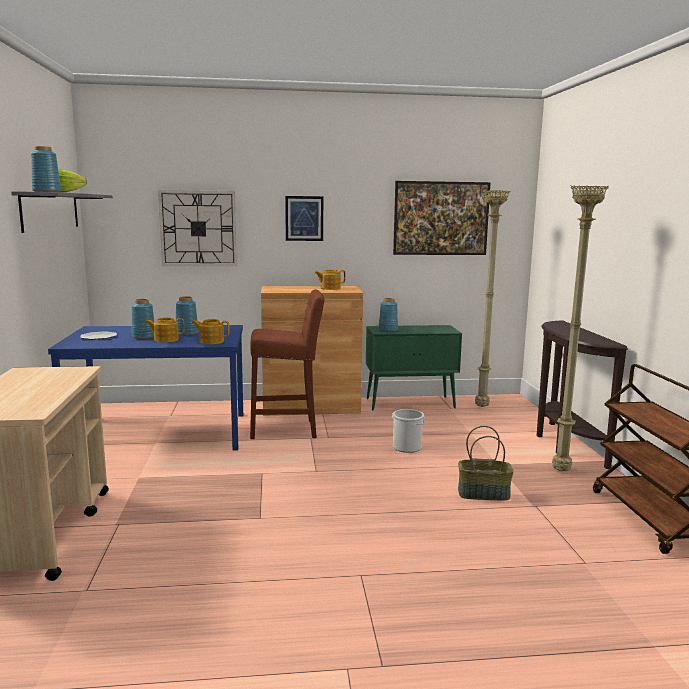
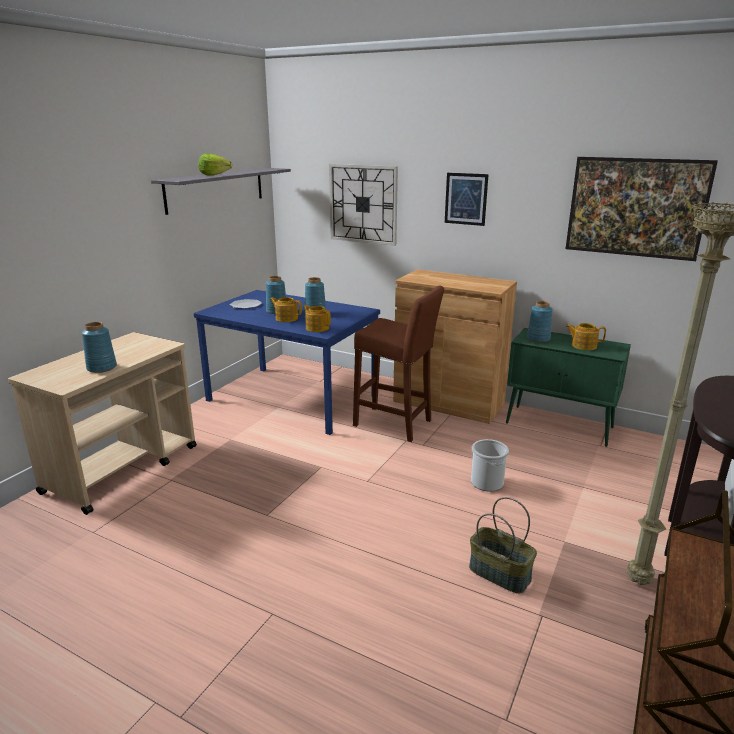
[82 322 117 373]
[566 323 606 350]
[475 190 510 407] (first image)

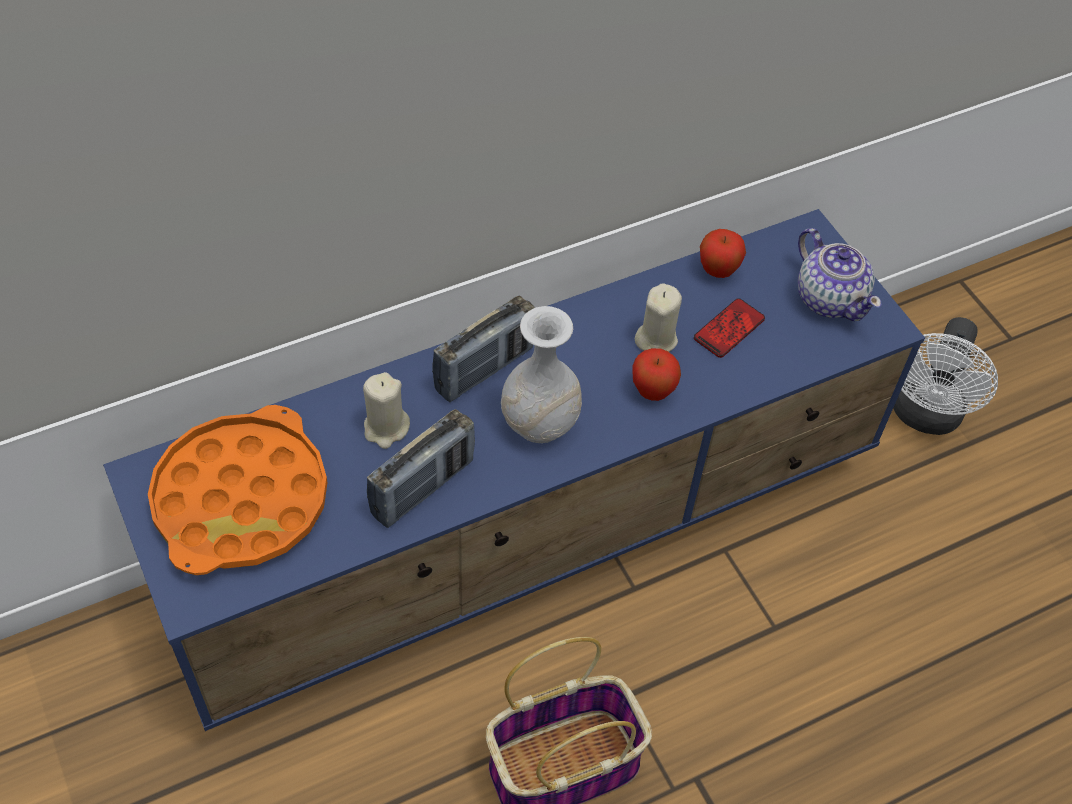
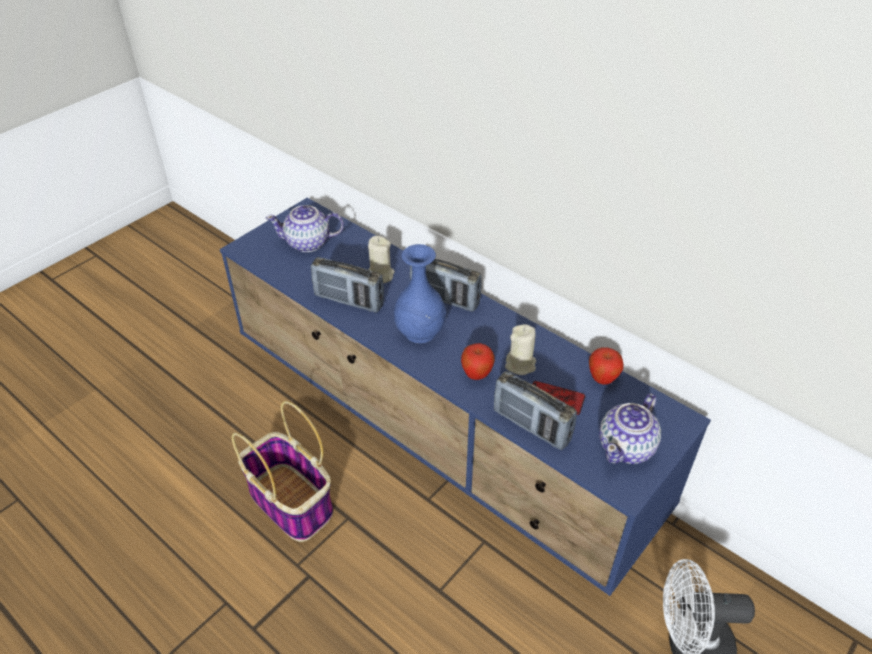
[266 205 344 252]
[394 244 446 343]
[494 371 577 450]

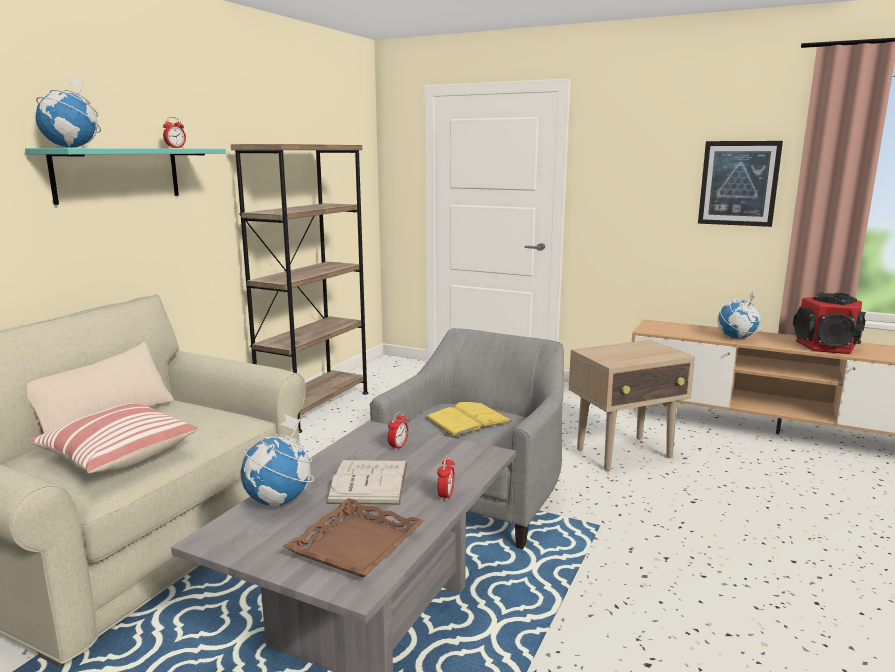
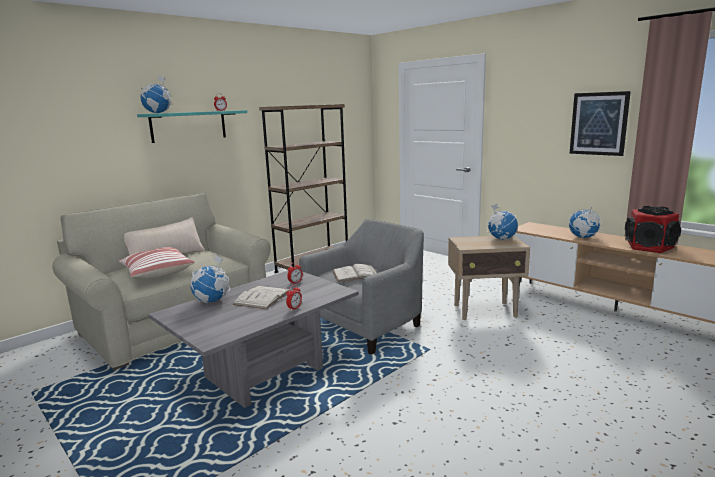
[333 264 377 282]
[487 203 518 240]
[283 498 424 578] (first image)

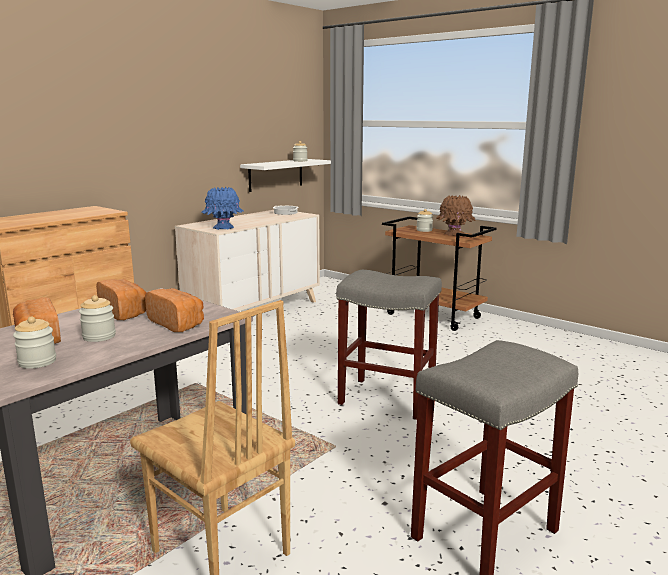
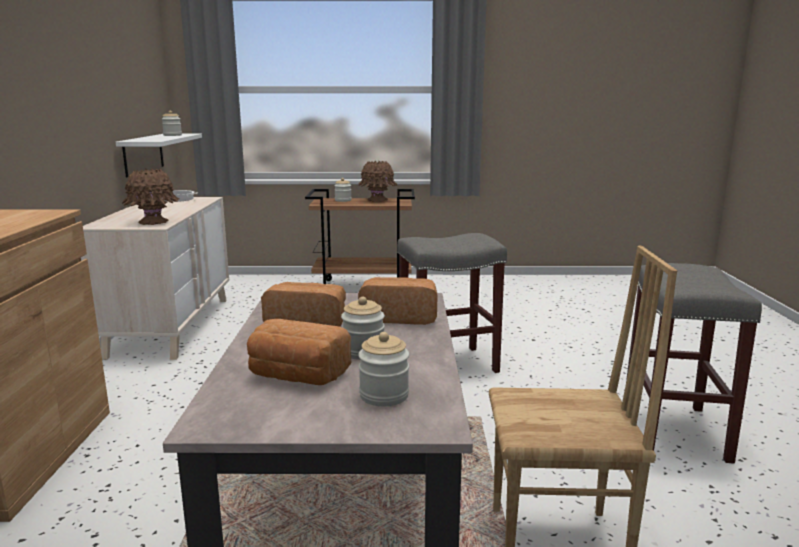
[122 168 179 225]

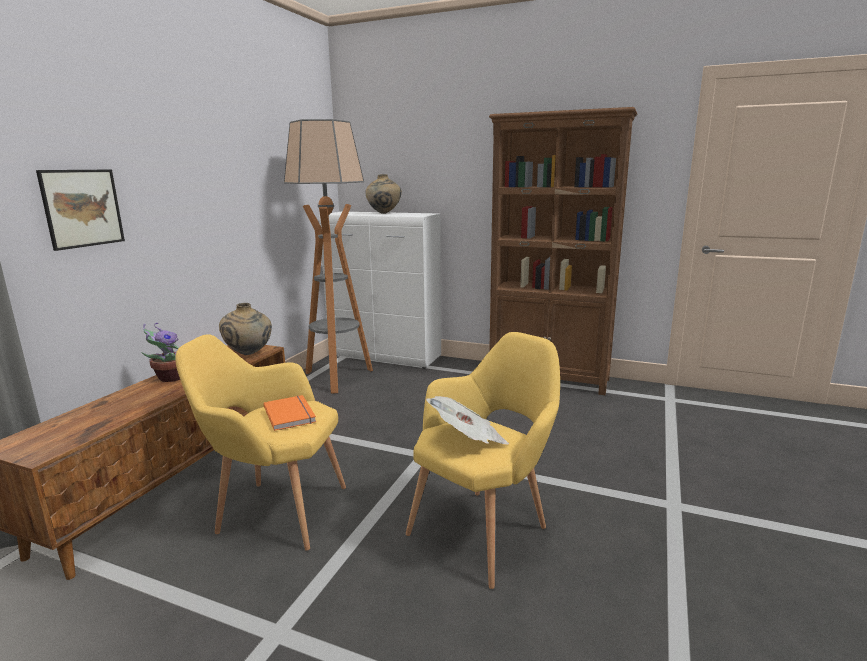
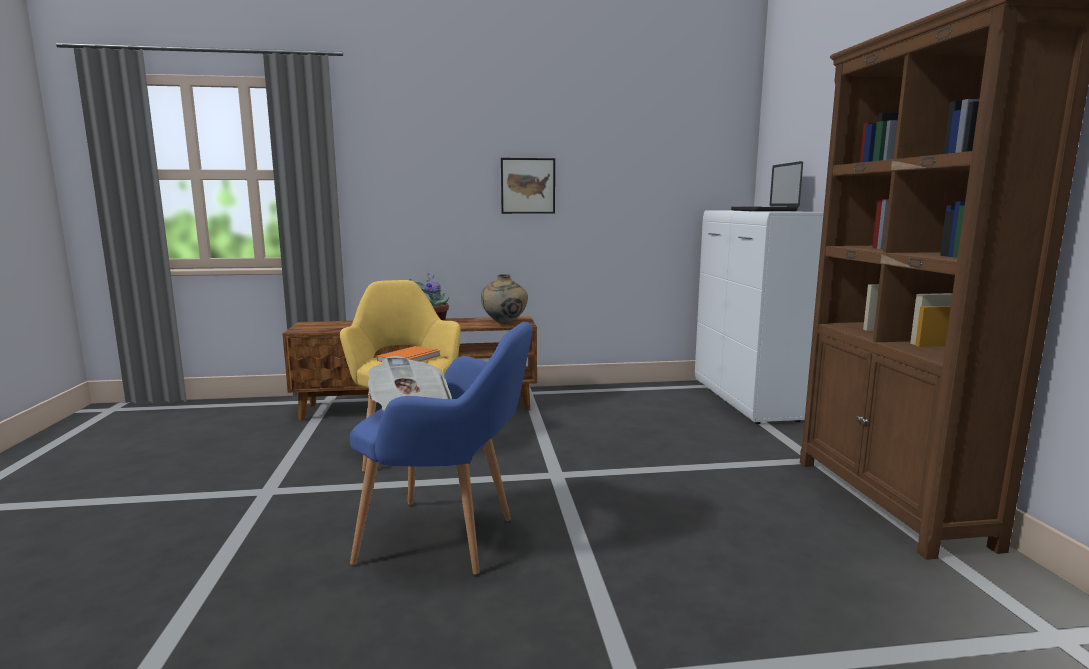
[350 322 533 575]
[501 158 555 214]
[731 161 803 211]
[284 119 373 394] (first image)

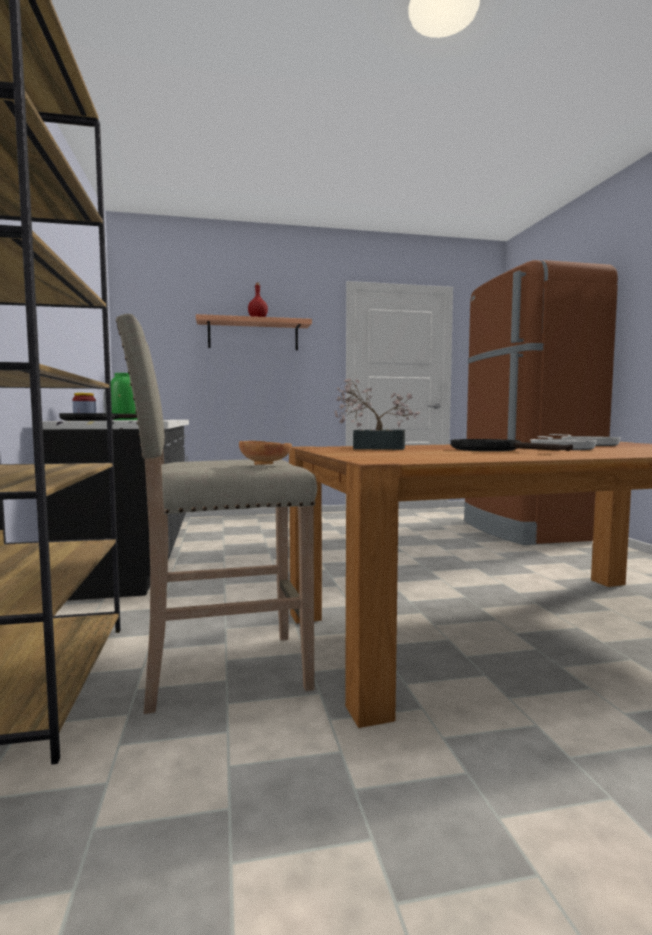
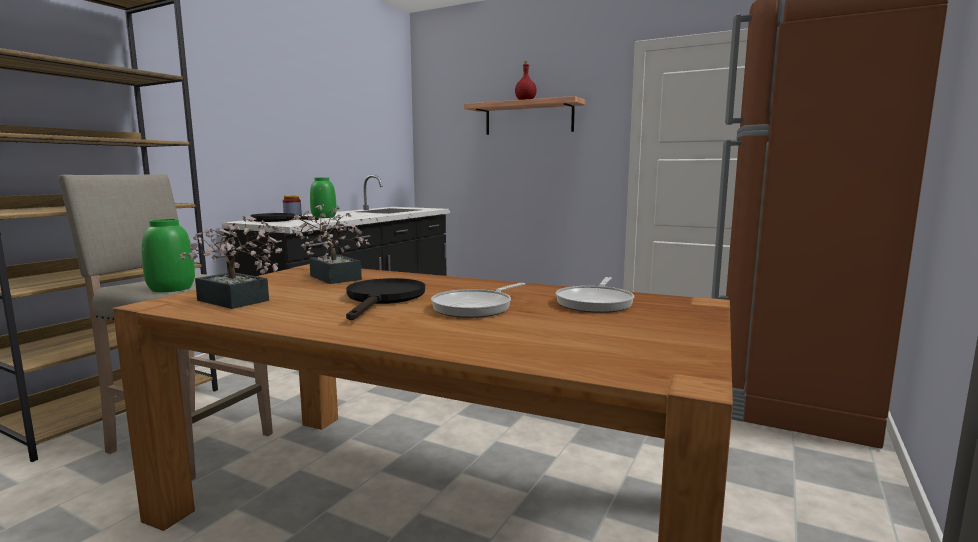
[142 219 195 292]
[180 215 285 309]

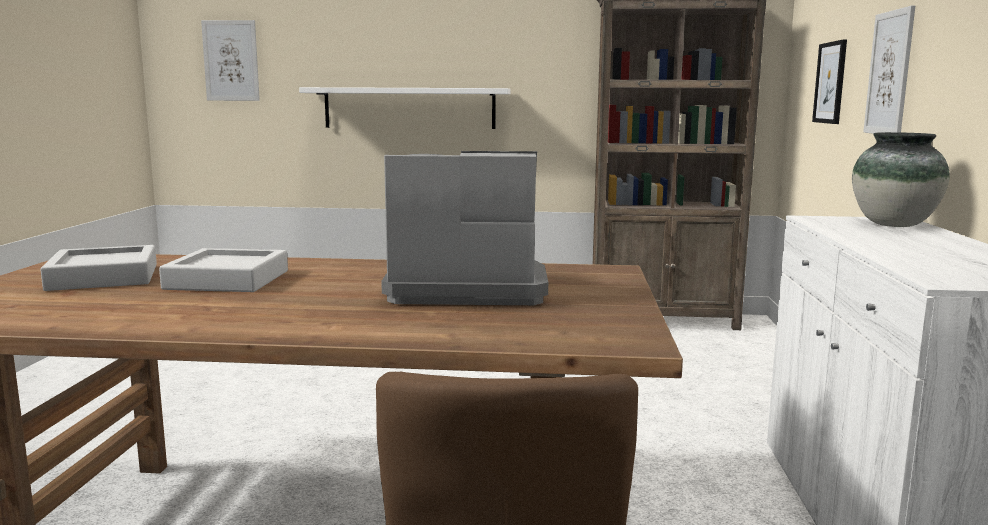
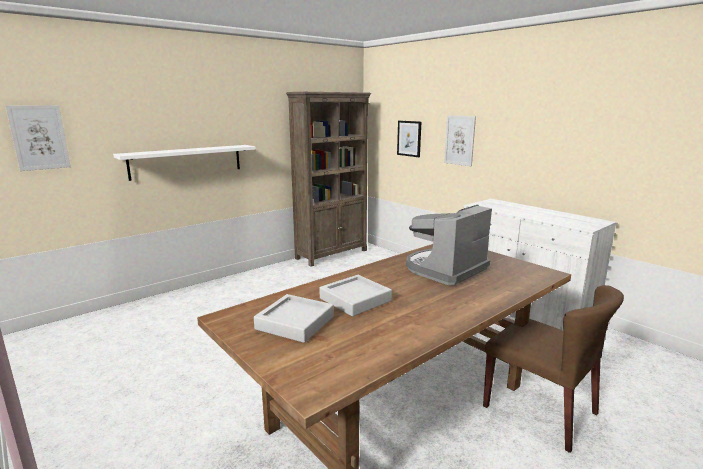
[852 132 950 227] (first image)

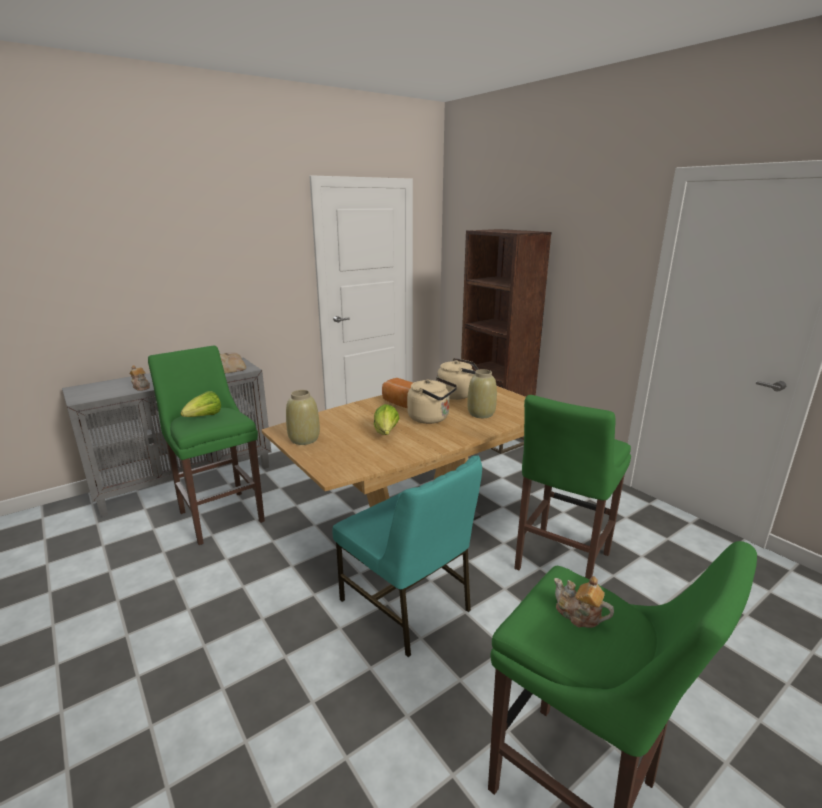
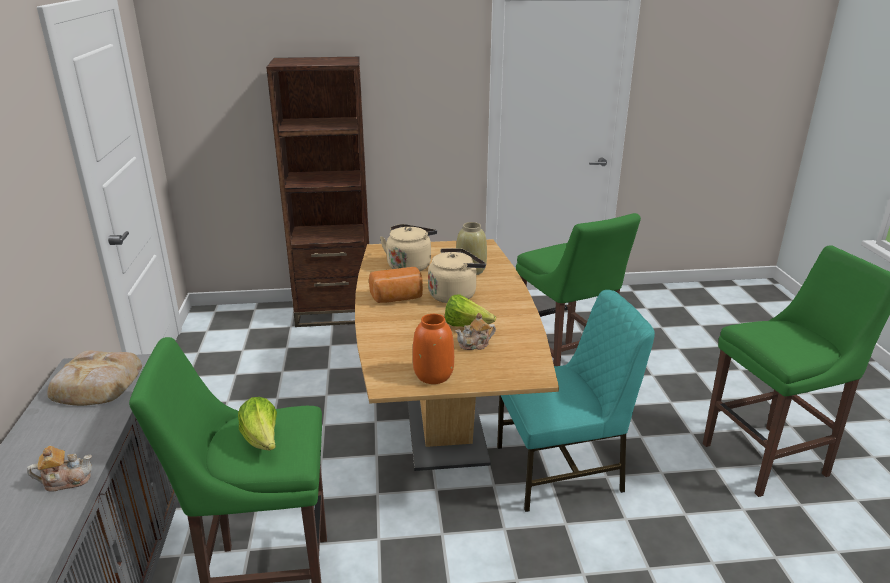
[413 314 454 384]
[455 313 496 350]

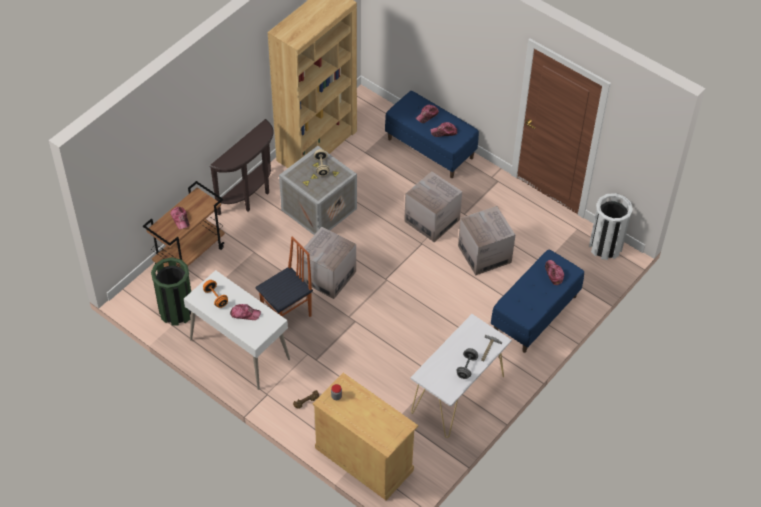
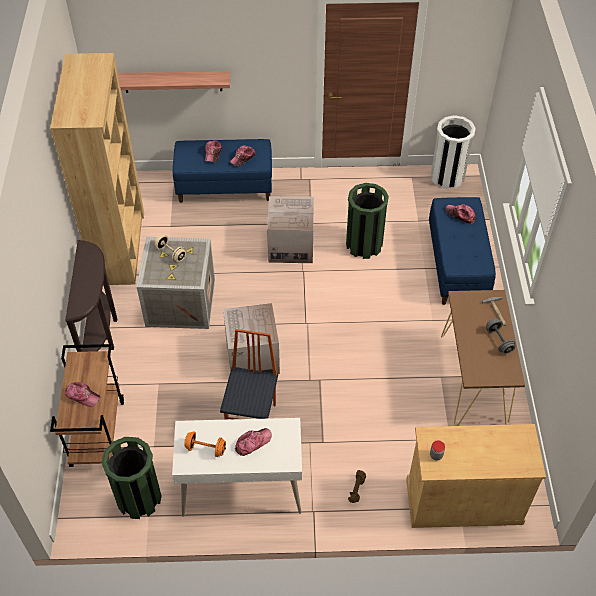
[118 71 230 93]
[346 183 389 259]
[441 290 525 426]

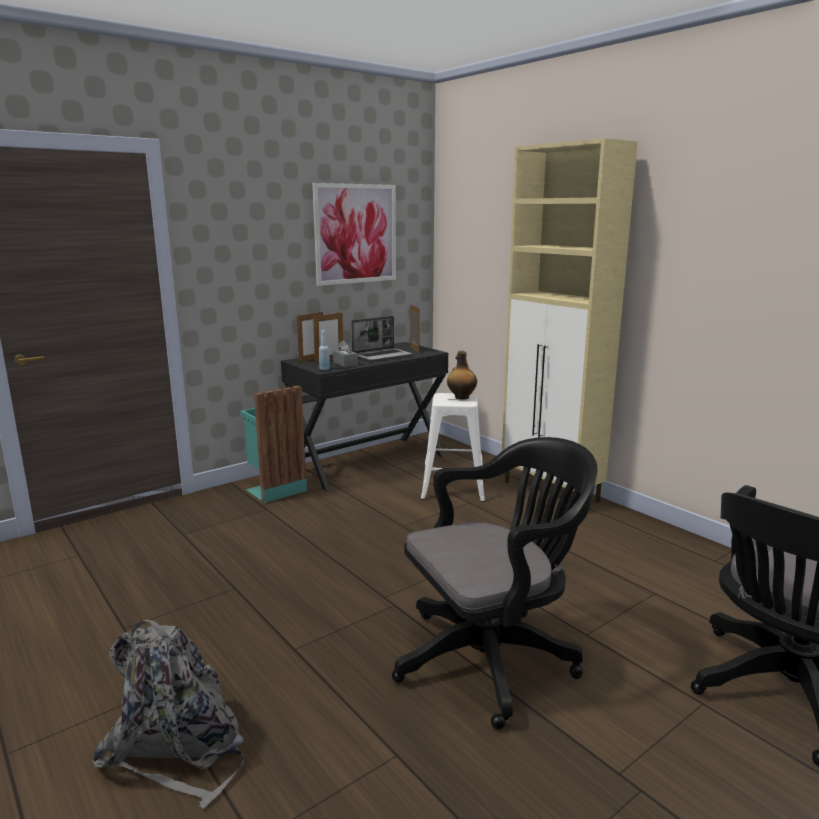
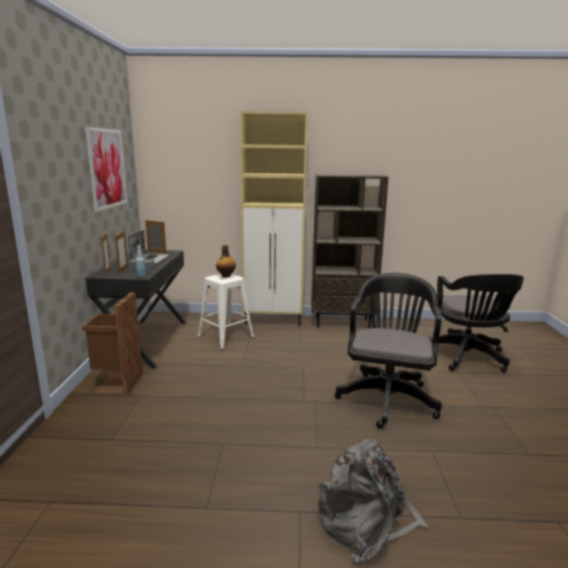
[82 292 143 393]
[311 174 389 328]

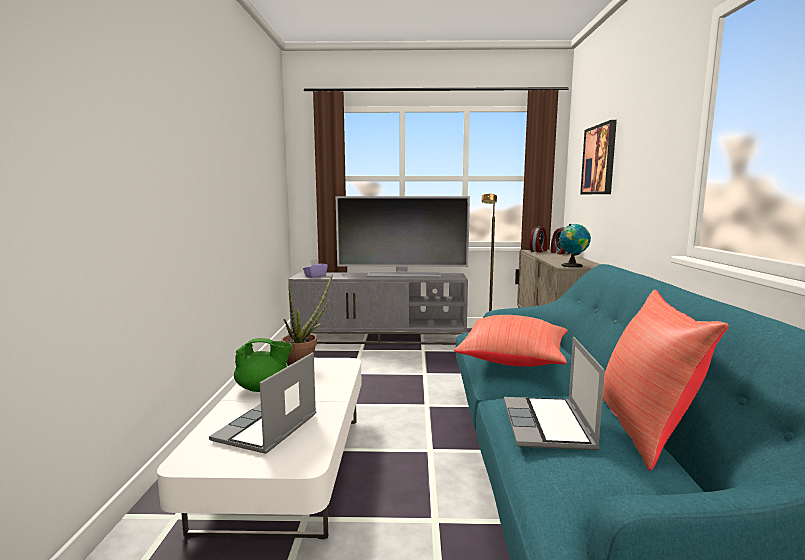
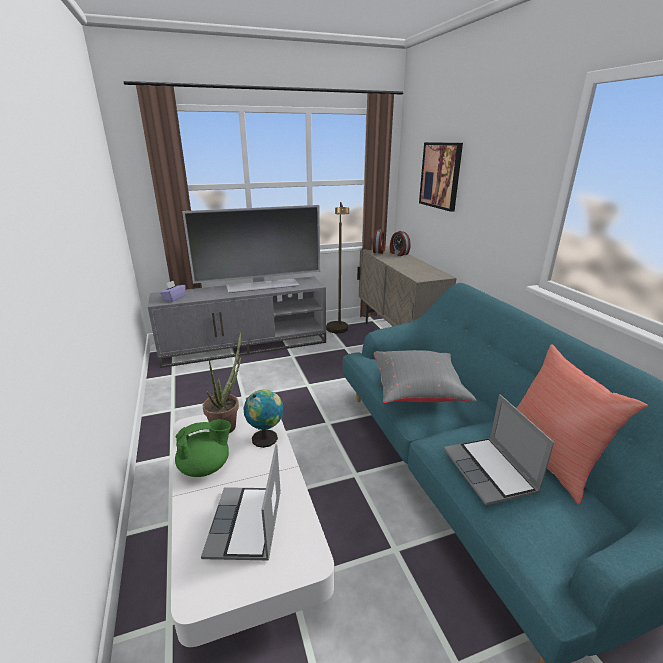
[244 390 284 448]
[374 350 477 403]

